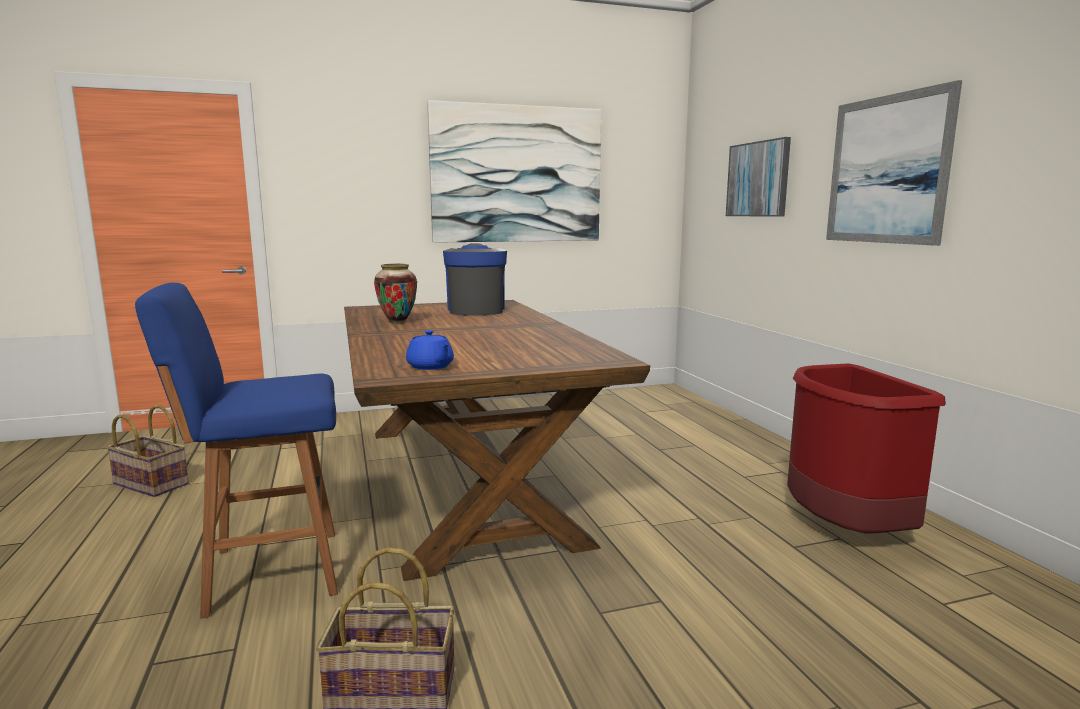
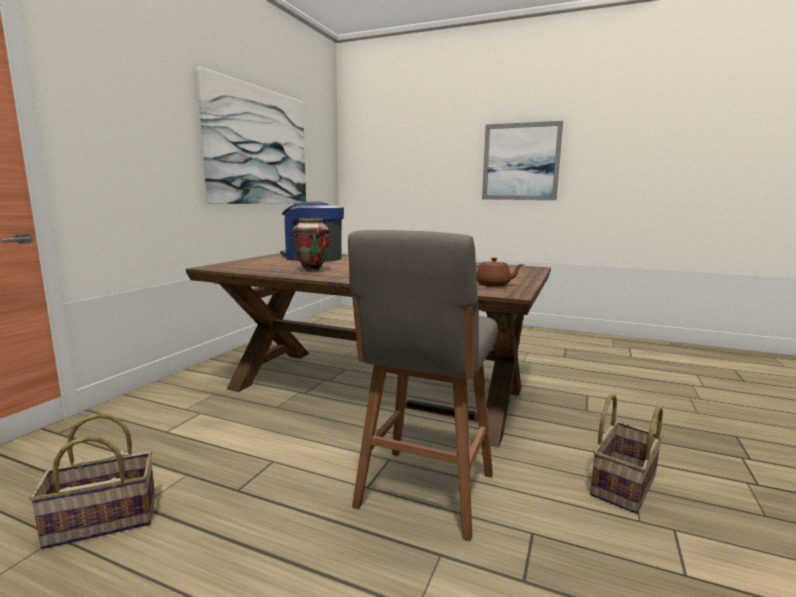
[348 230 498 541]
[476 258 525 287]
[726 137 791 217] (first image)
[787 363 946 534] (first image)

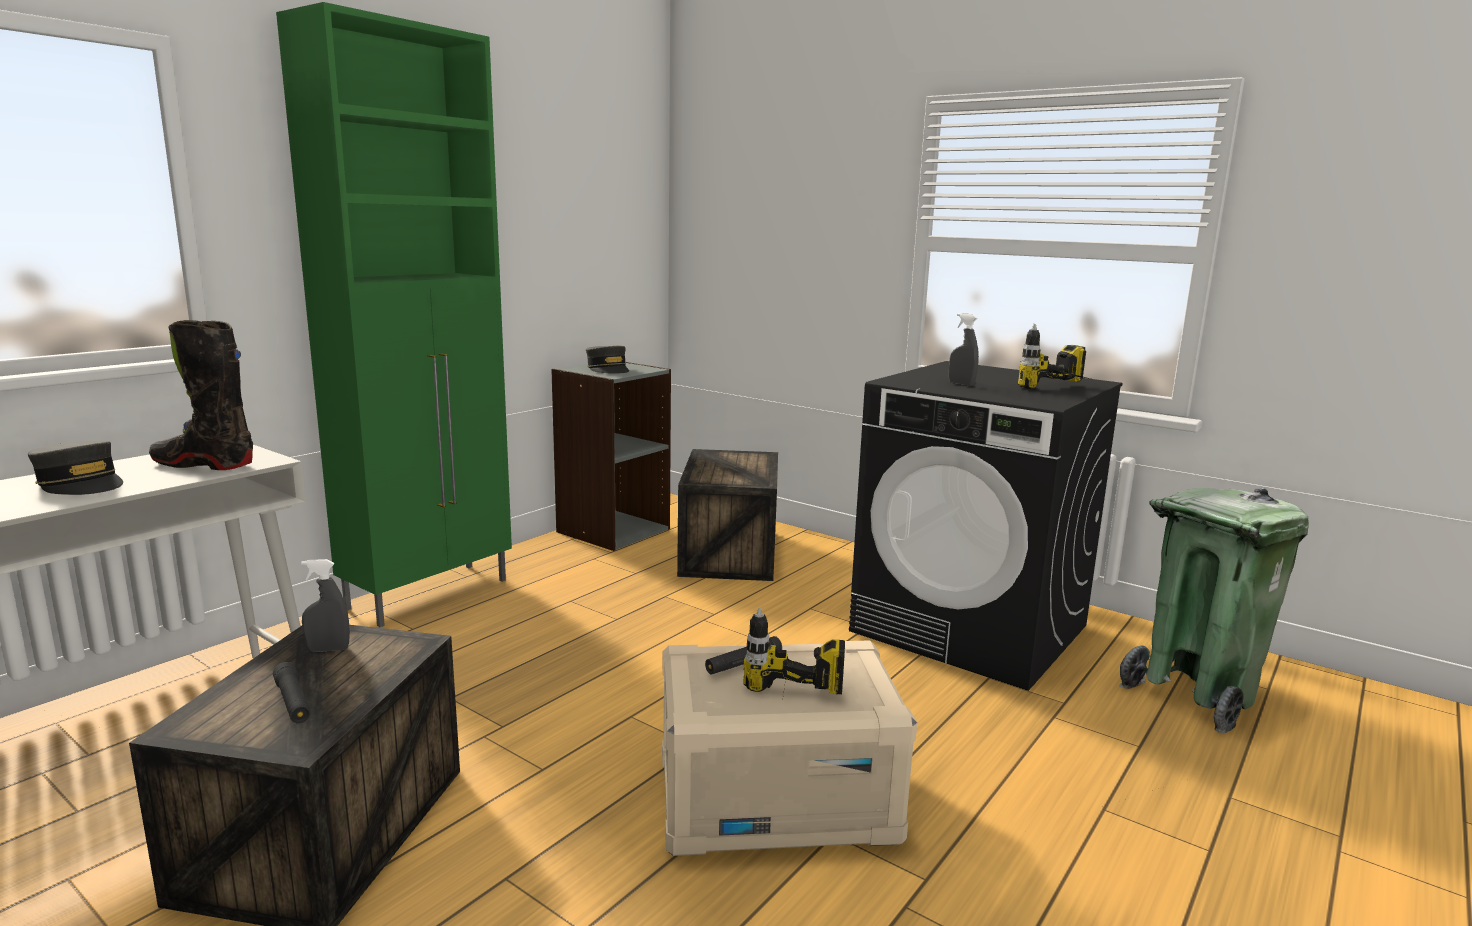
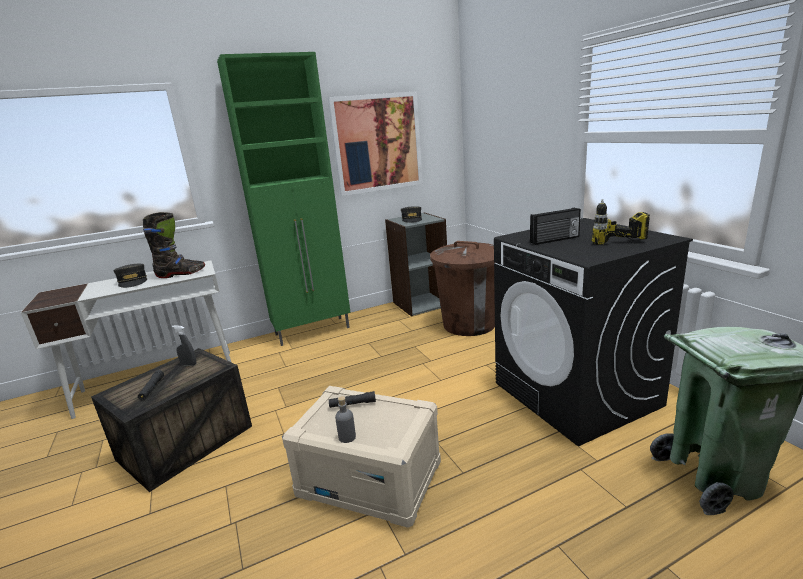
[143 212 205 278]
[328 91 423 196]
[335 396 356 443]
[430 241 495 336]
[530 208 581 245]

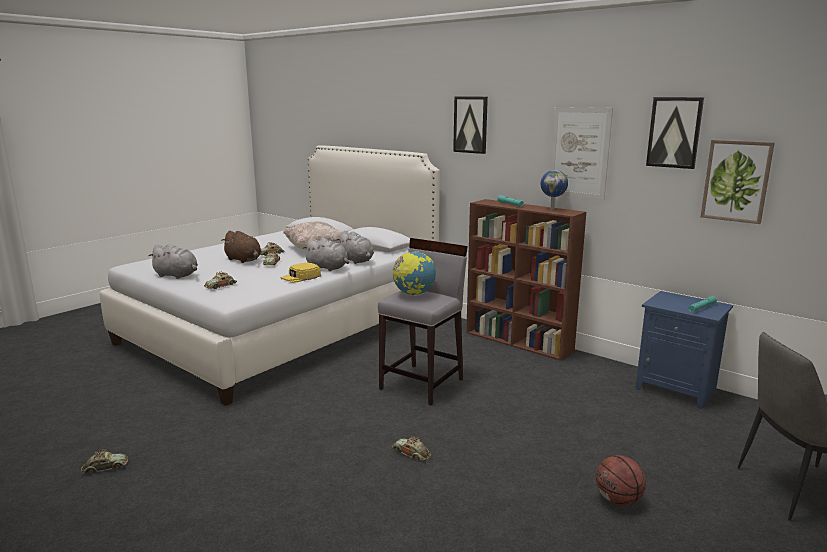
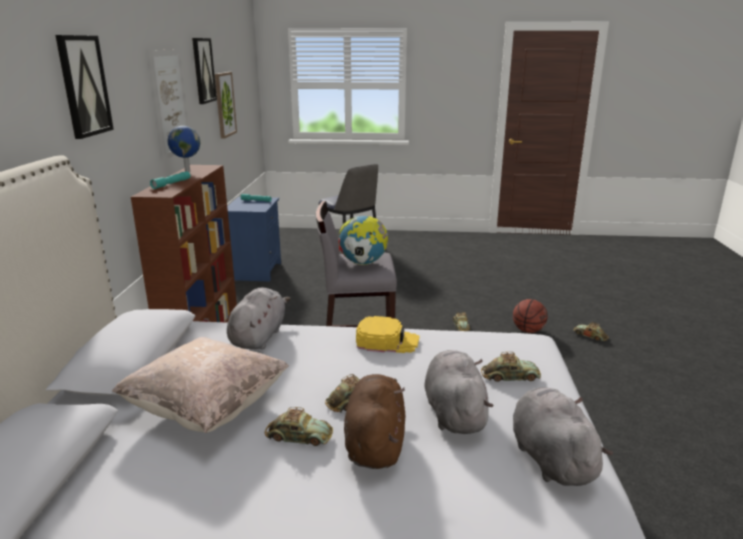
[424 350 493 434]
[513 299 548 333]
[574 322 609 341]

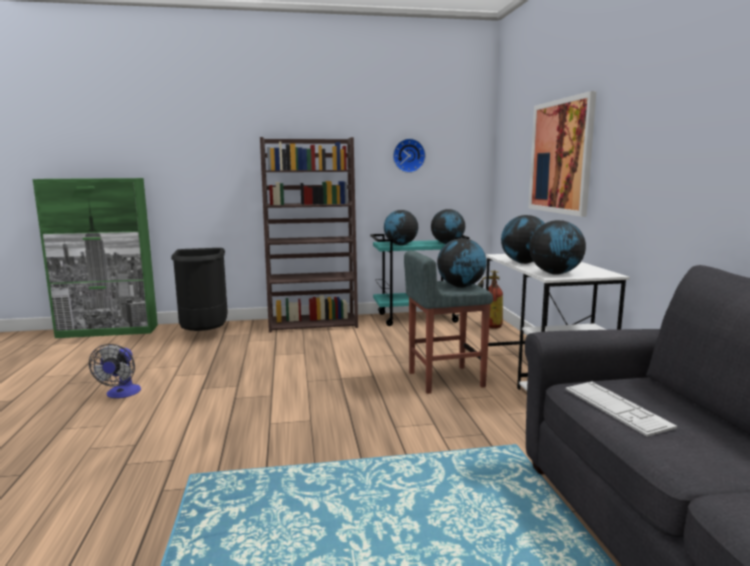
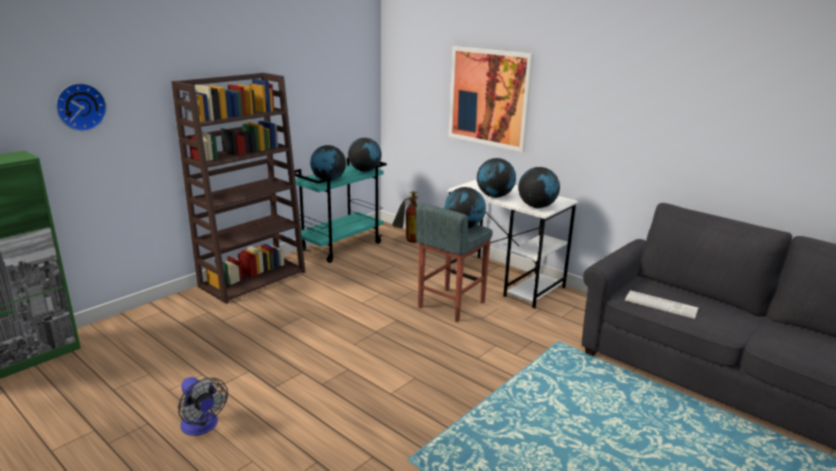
[56 83 107 131]
[171 248 228 331] (first image)

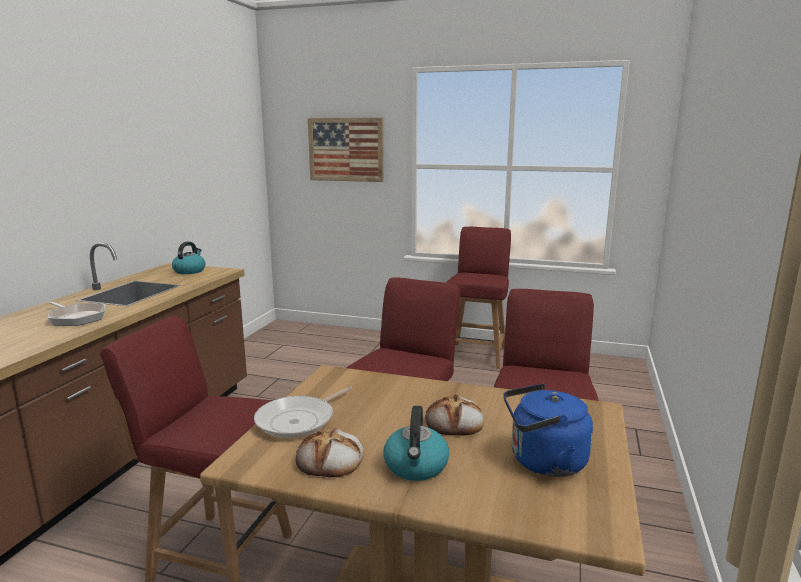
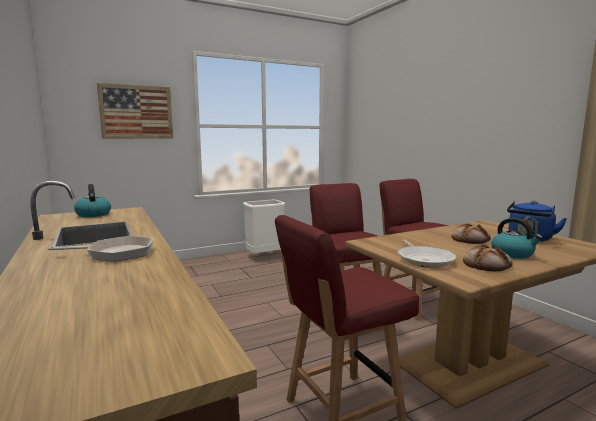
[243 200 285 253]

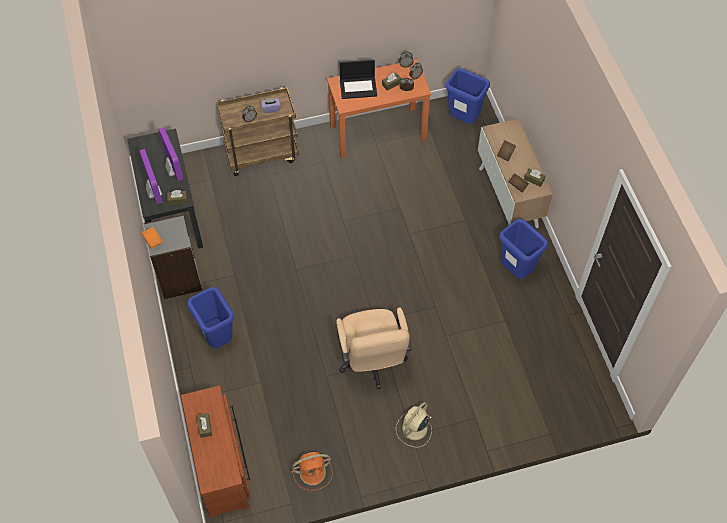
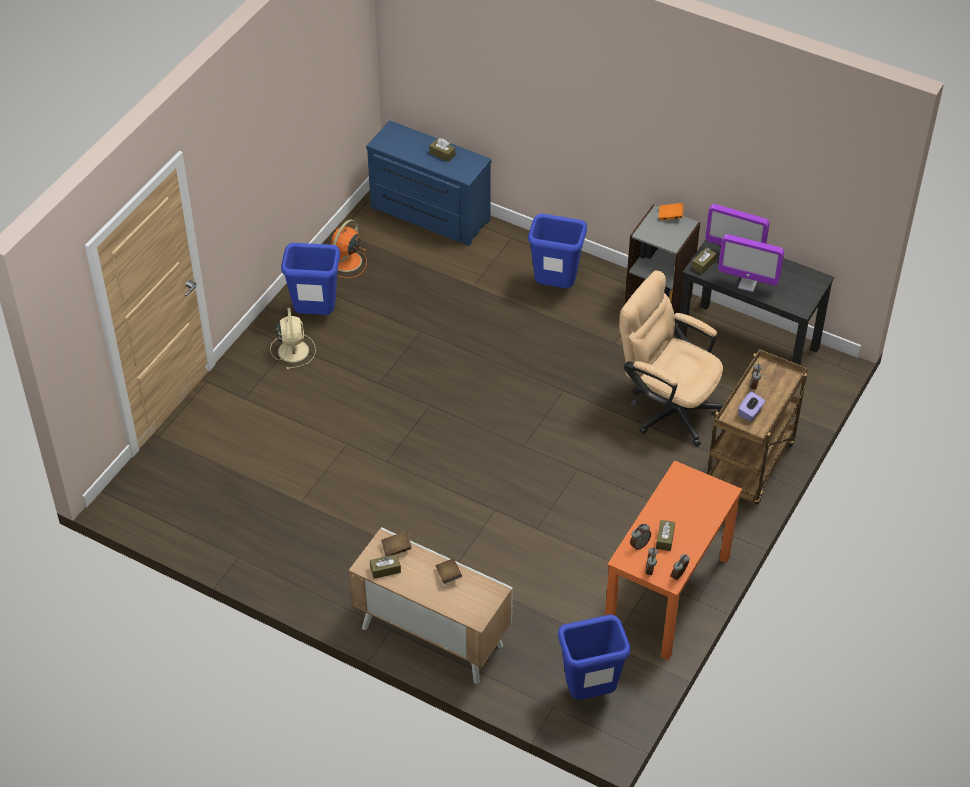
[281 243 340 315]
[366 121 491 246]
[619 270 723 446]
[339 60 377 99] (first image)

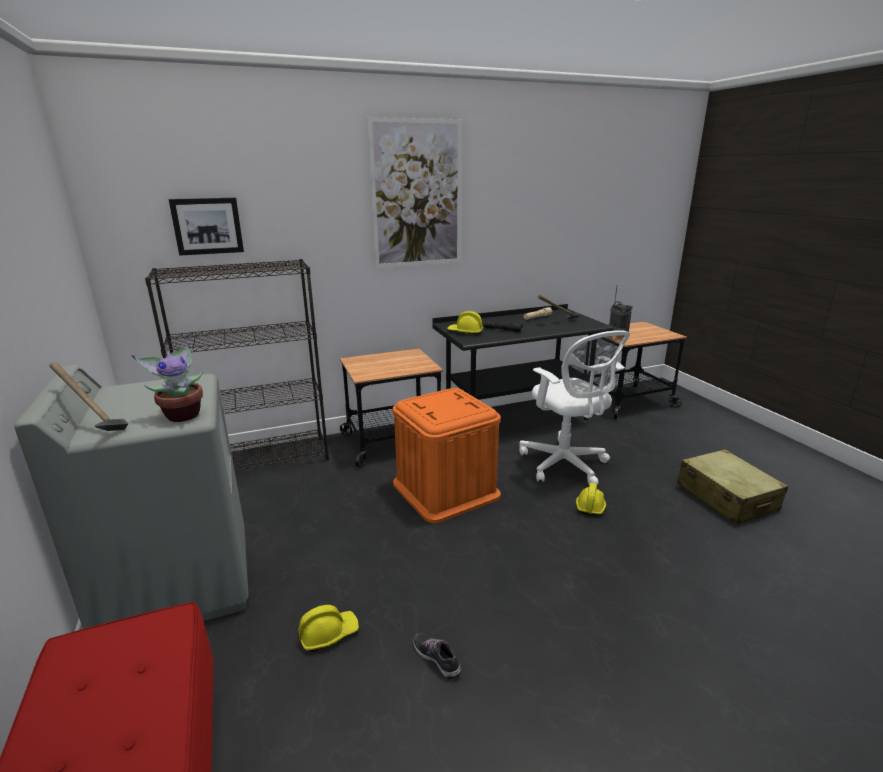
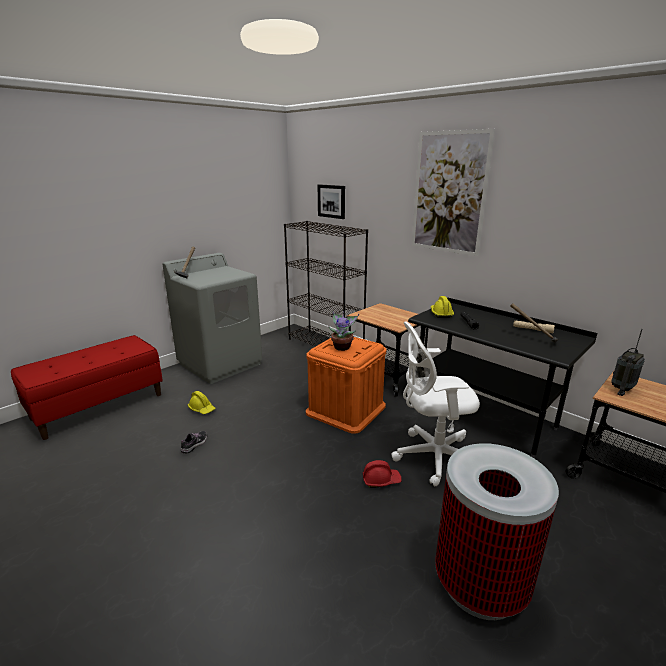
[329 311 359 351]
[363 460 401 488]
[391 321 480 486]
[435 443 559 620]

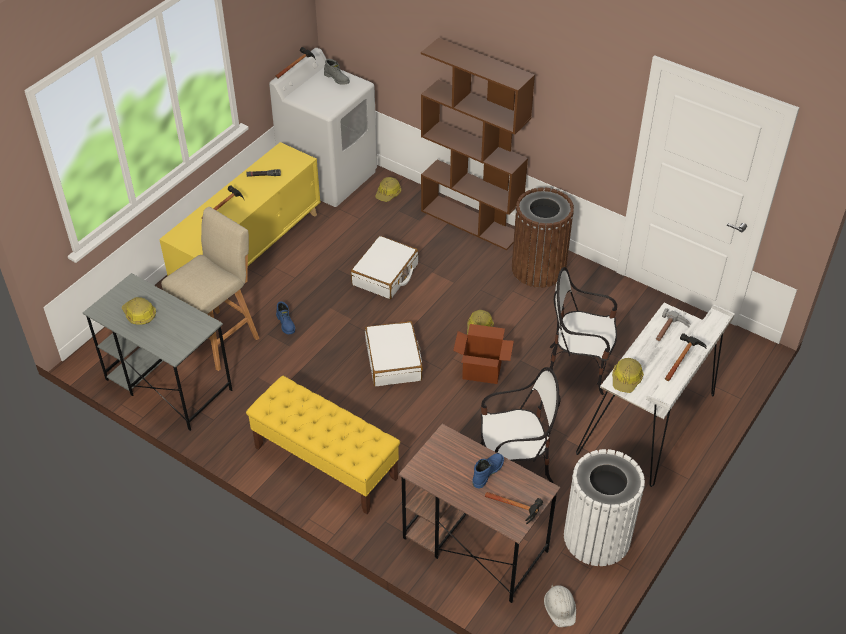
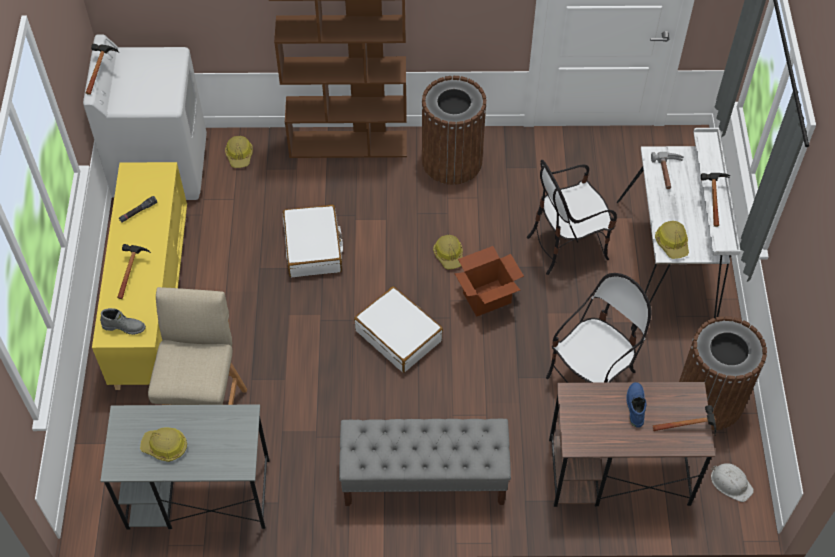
[100 308 146 335]
[339 419 511 506]
[679 316 767 430]
[276 302 295 334] (first image)

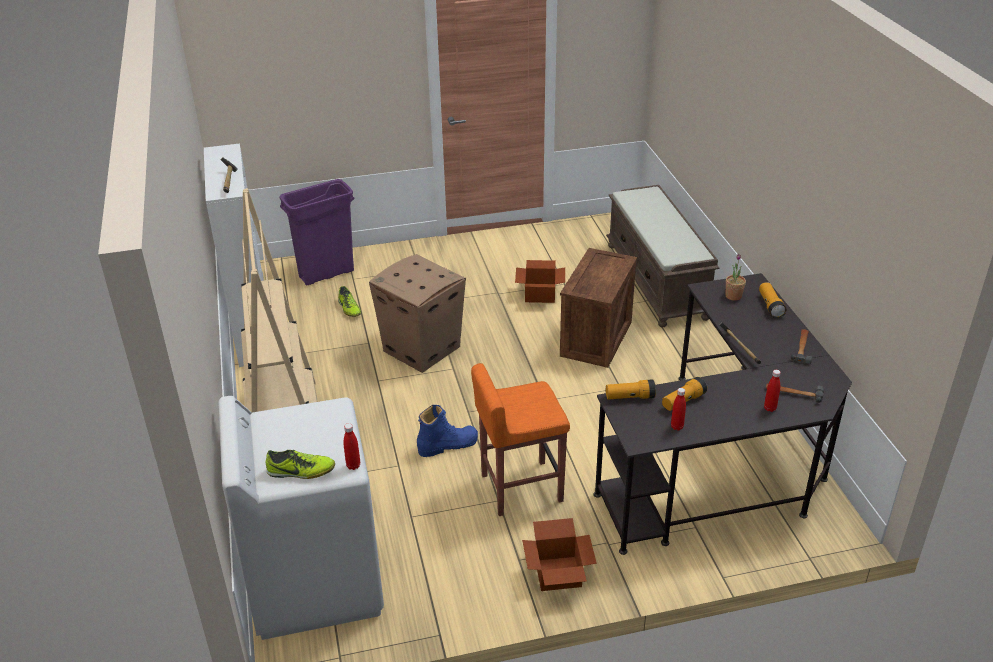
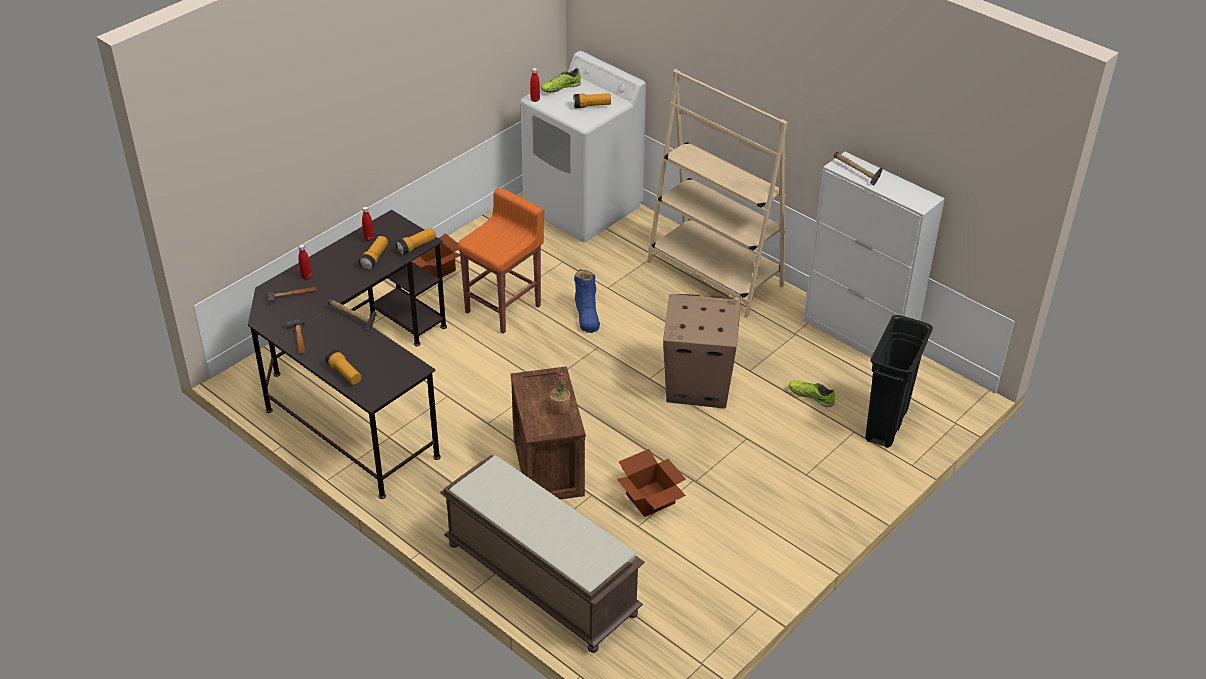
[550 371 570 415]
[574 93 611 108]
[574 269 600 333]
[865 315 933 448]

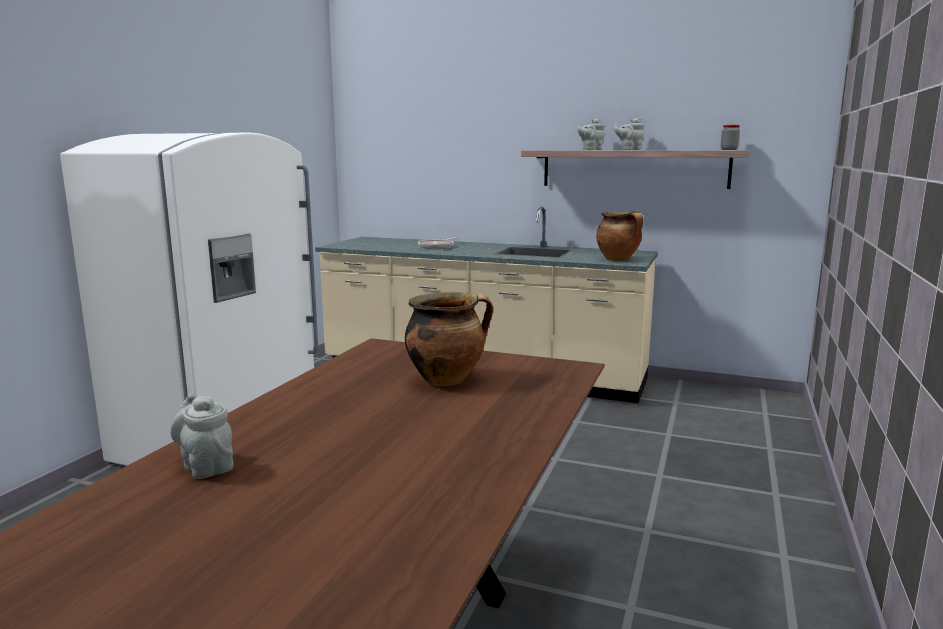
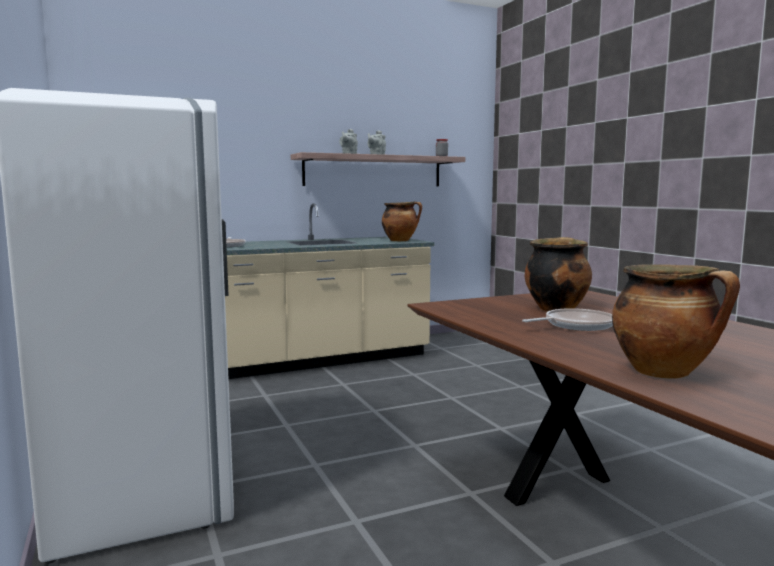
[522 308 613 331]
[612 264 740 379]

